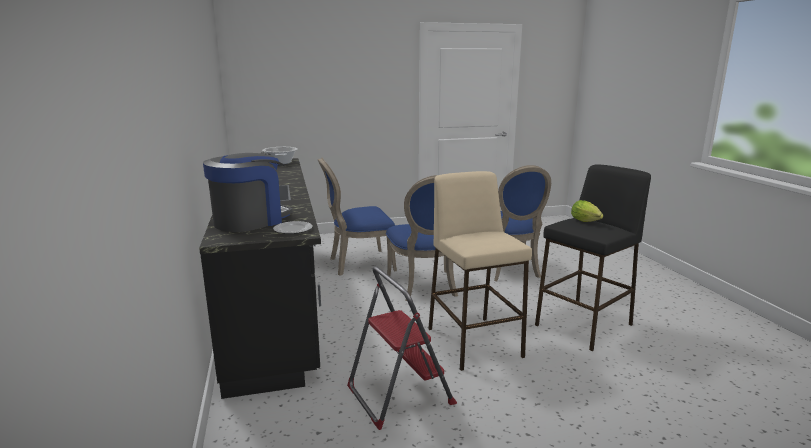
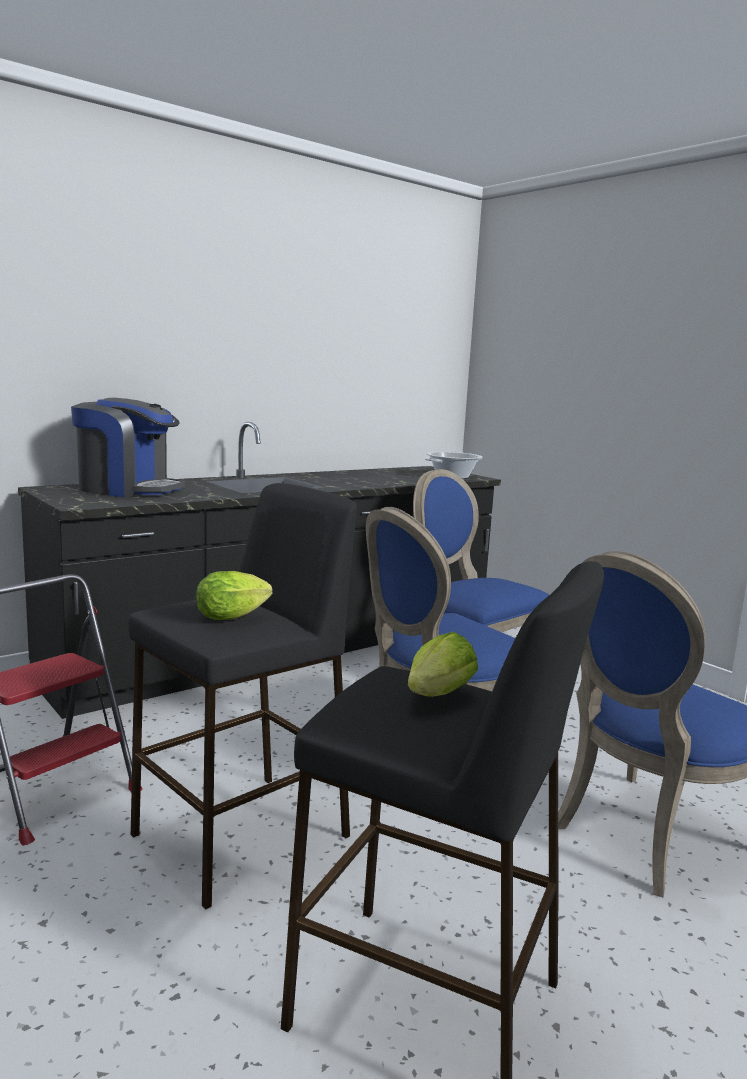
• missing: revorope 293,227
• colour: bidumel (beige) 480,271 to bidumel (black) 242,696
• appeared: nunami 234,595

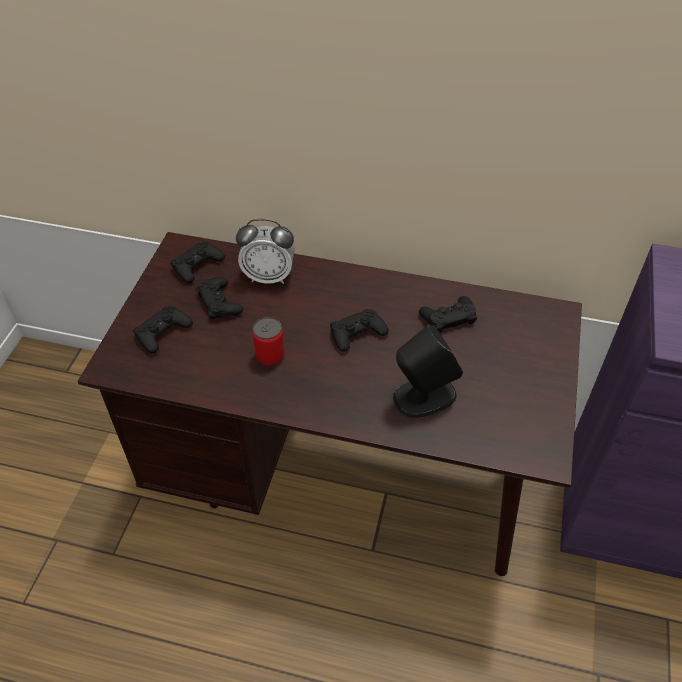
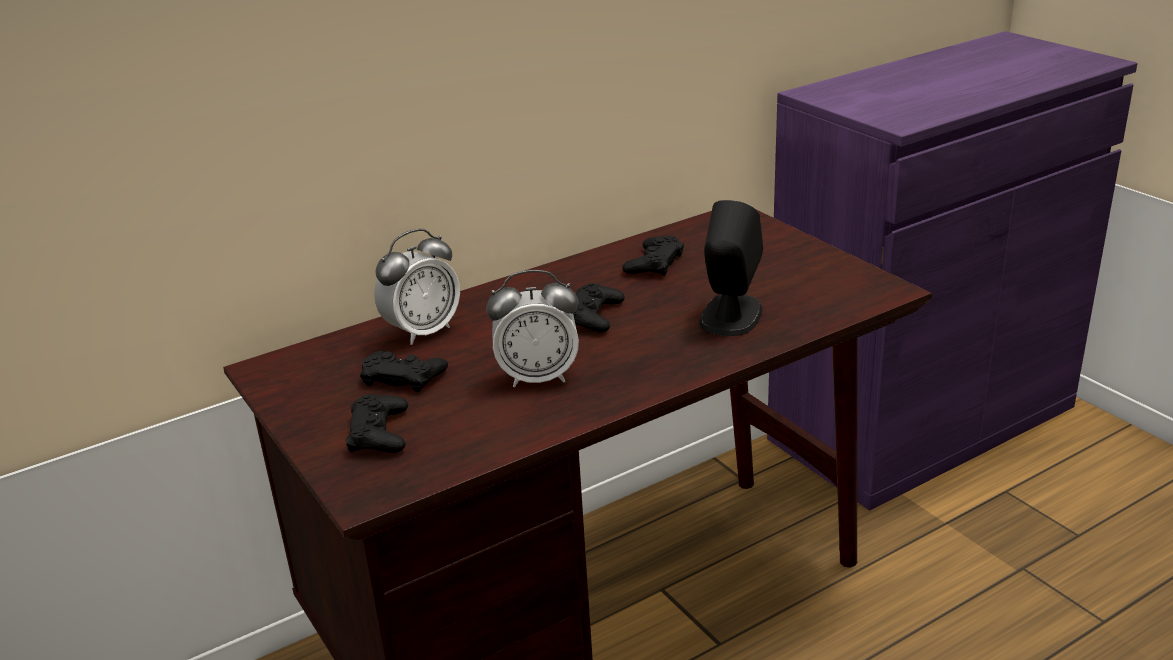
• missing: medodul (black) 197,262
• exchanged: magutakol 269,341 to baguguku 532,328

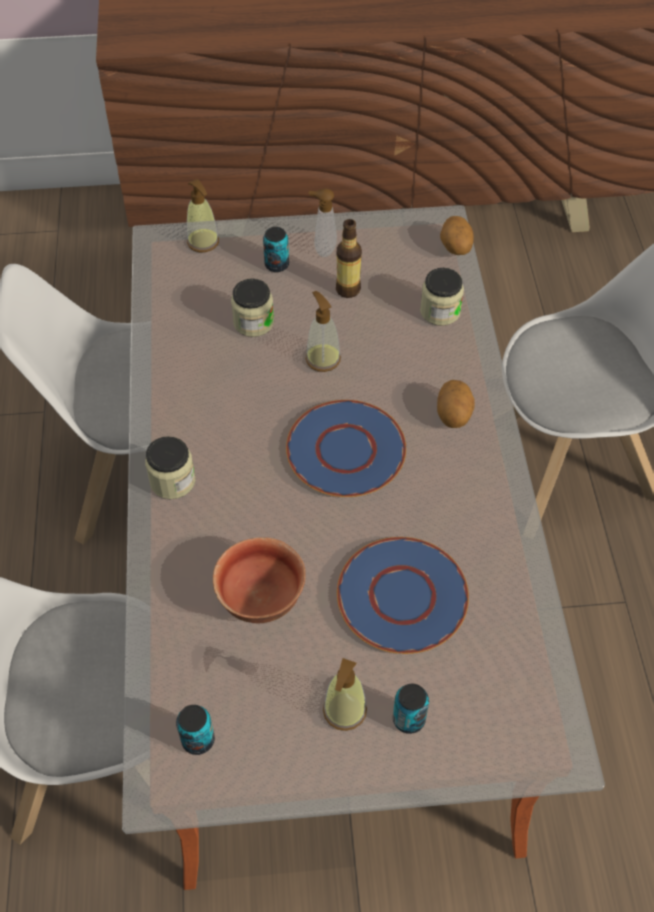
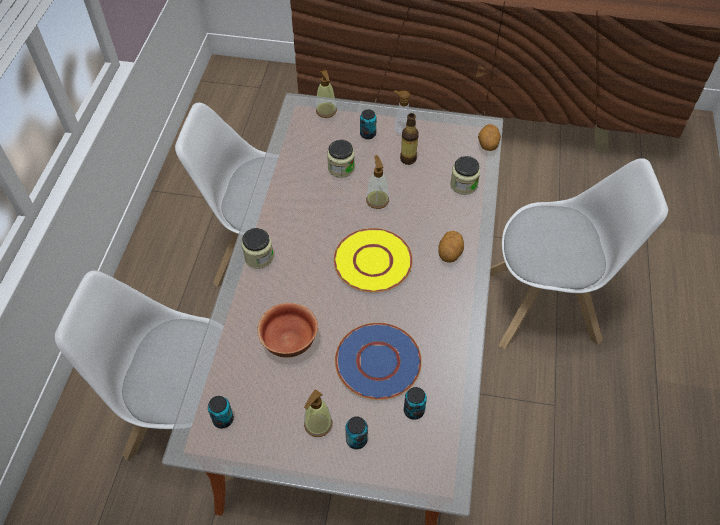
• colour: revorope (blue) 346,448 to revorope (yellow) 373,260
• appeared: magutakol 415,403

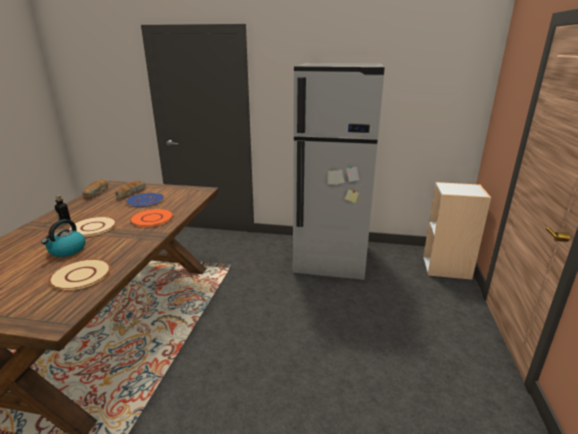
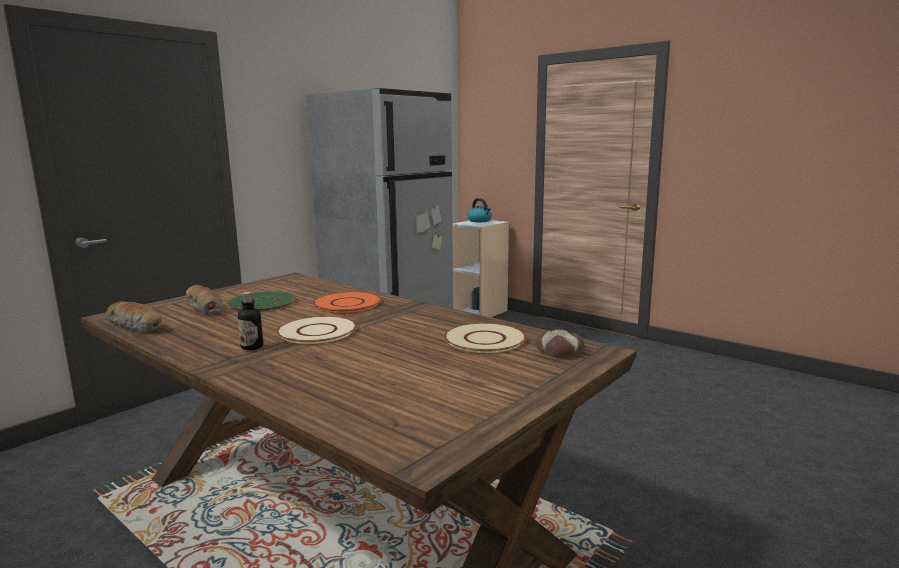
• relocated: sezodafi 63,238 to 479,210
• colour: revorope (blue) 145,200 to revorope (green) 261,301
• appeared: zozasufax 560,343

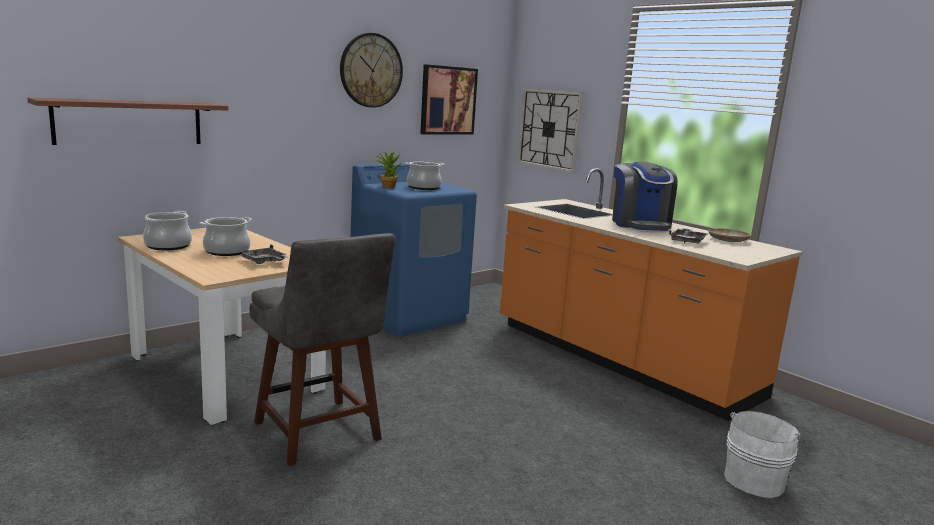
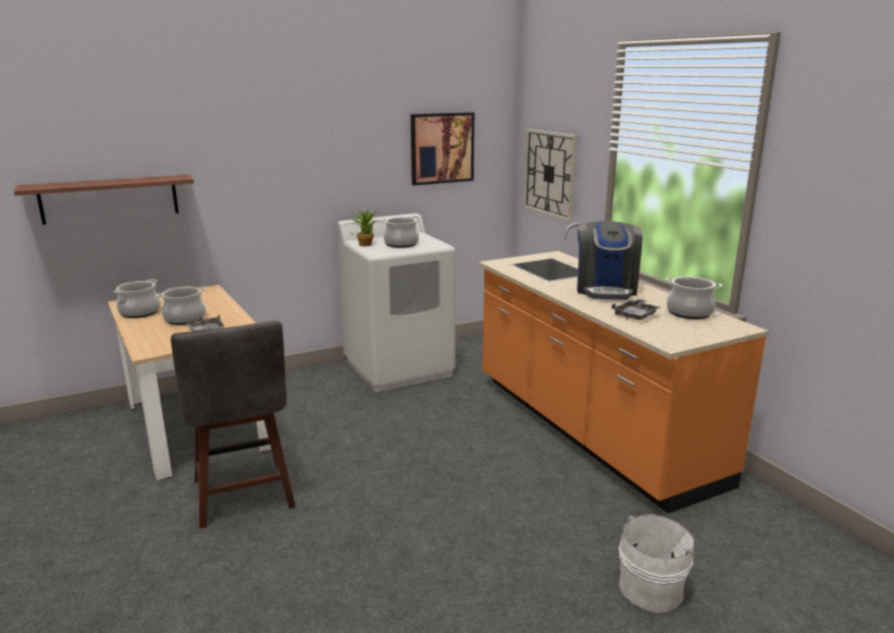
• missing: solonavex 371,70
• colour: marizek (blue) 414,250 to marizek (white) 396,302
• exchanged: revorope (beige) 730,235 to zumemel 694,298

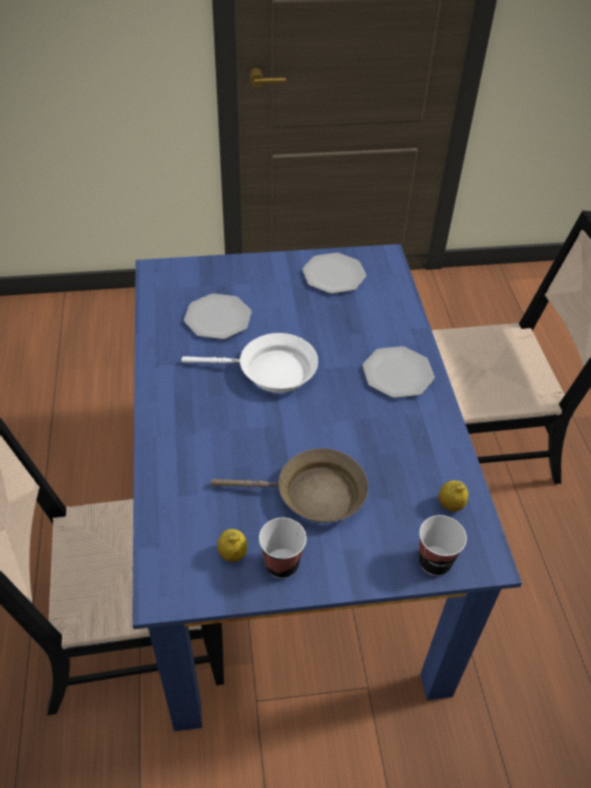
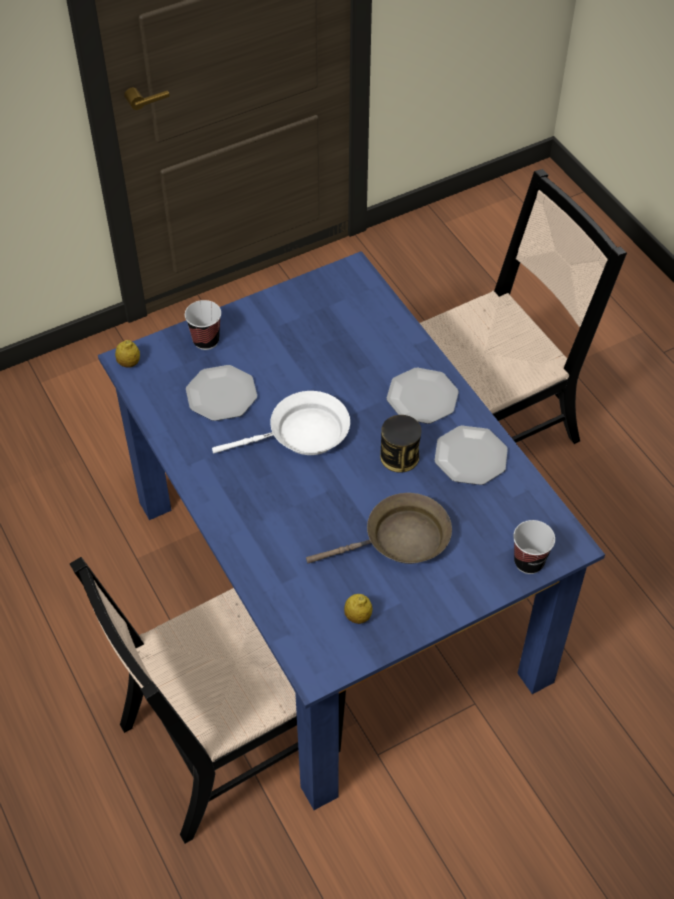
• relocated: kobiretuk 283,548 to 203,325
• relocated: revorope 334,273 to 471,455
• relocated: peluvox 453,496 to 127,354
• appeared: magutakol 401,444

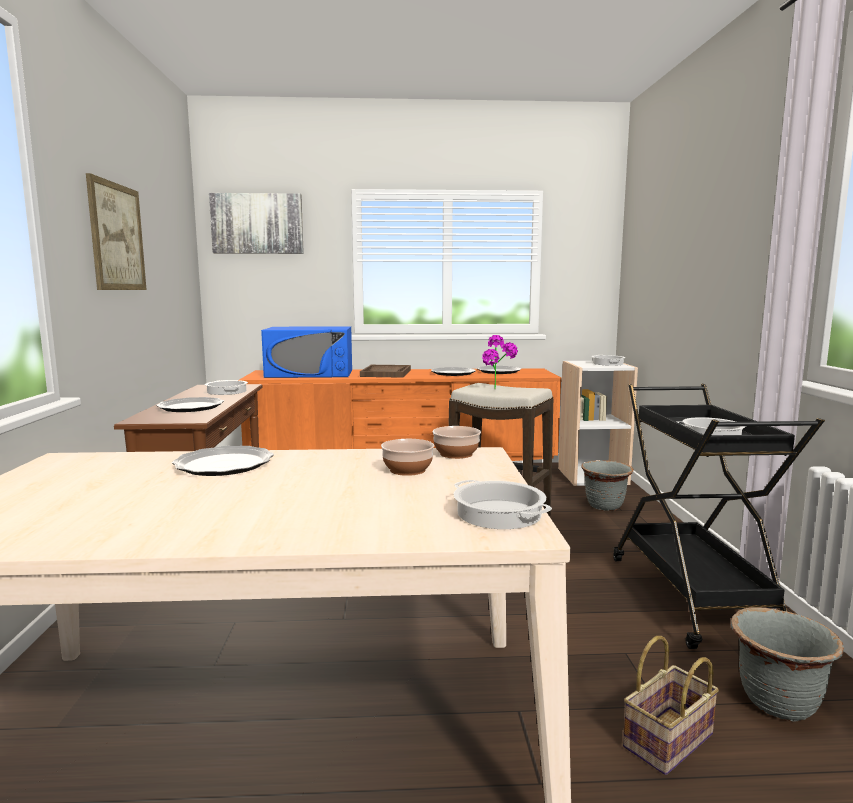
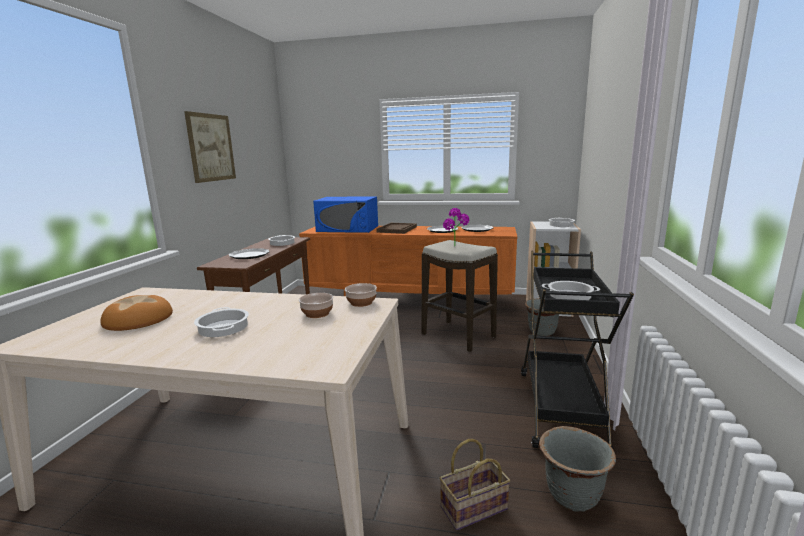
• missing: revorope 223,461
• missing: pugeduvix 256,223
• relocated: zumemel 503,504 to 221,322
• appeared: zozasufax 137,313

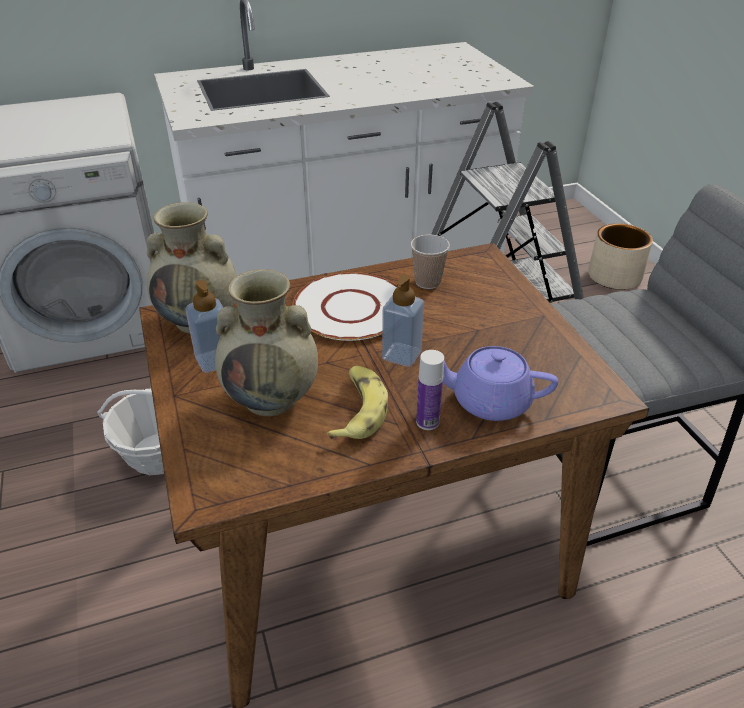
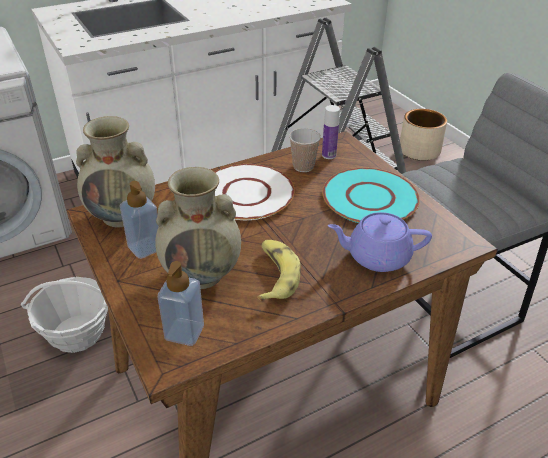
• relocated: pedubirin 403,321 to 181,303
• relocated: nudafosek 430,390 to 331,132
• appeared: revorope (turquoise) 371,195

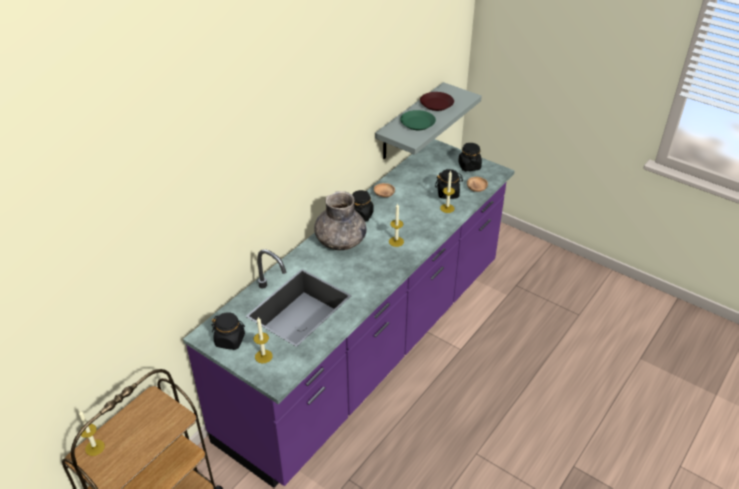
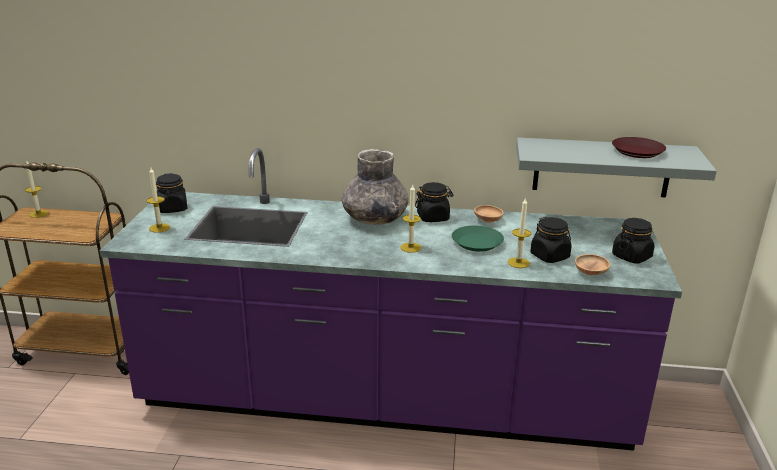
• relocated: revorope (green) 418,120 to 477,239

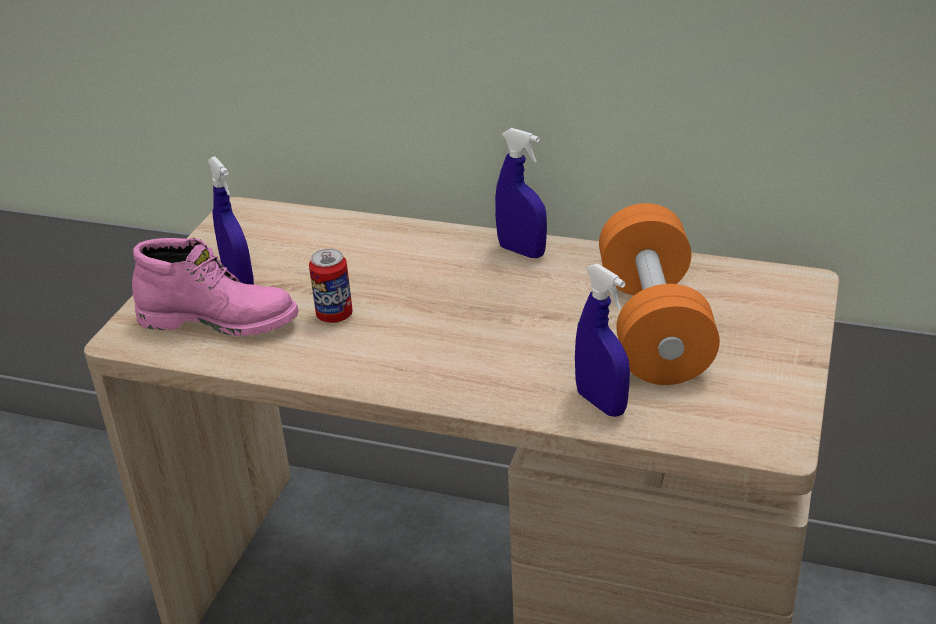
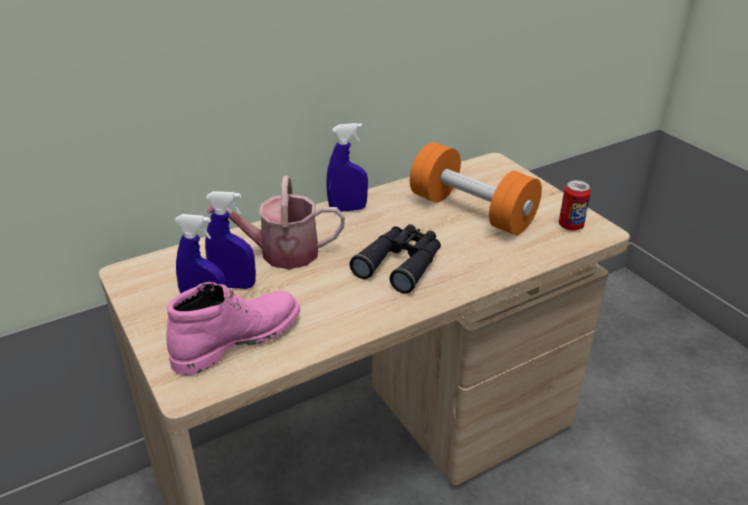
• relocated: magutakol 331,286 to 575,205
• relocated: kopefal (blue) 602,340 to 230,240
• appeared: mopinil 276,222
• appeared: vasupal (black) 395,259

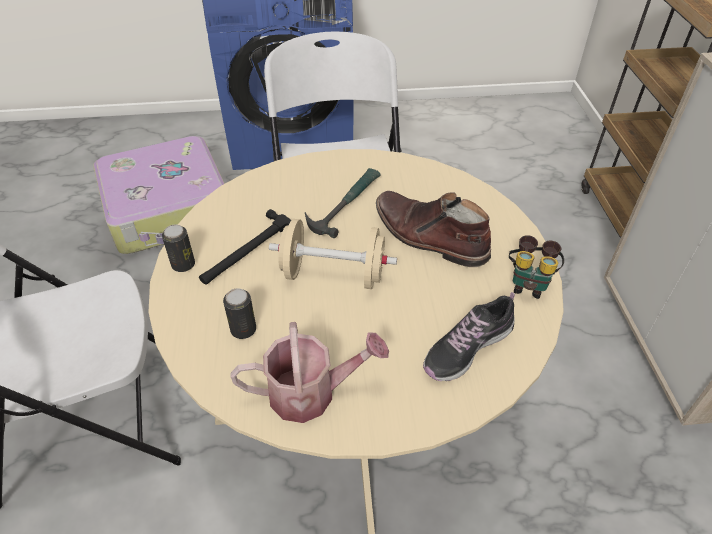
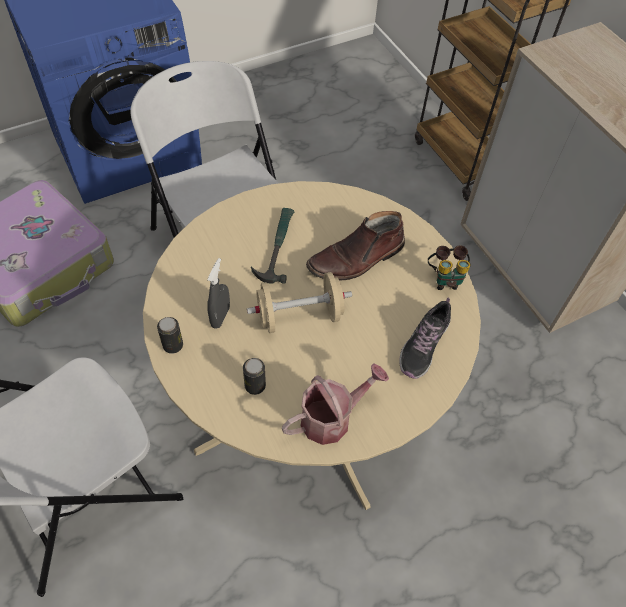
• exchanged: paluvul 245,247 to kopefal (grey) 218,293
• spun: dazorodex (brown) 433,229 = 355,245 45 degrees counterclockwise

